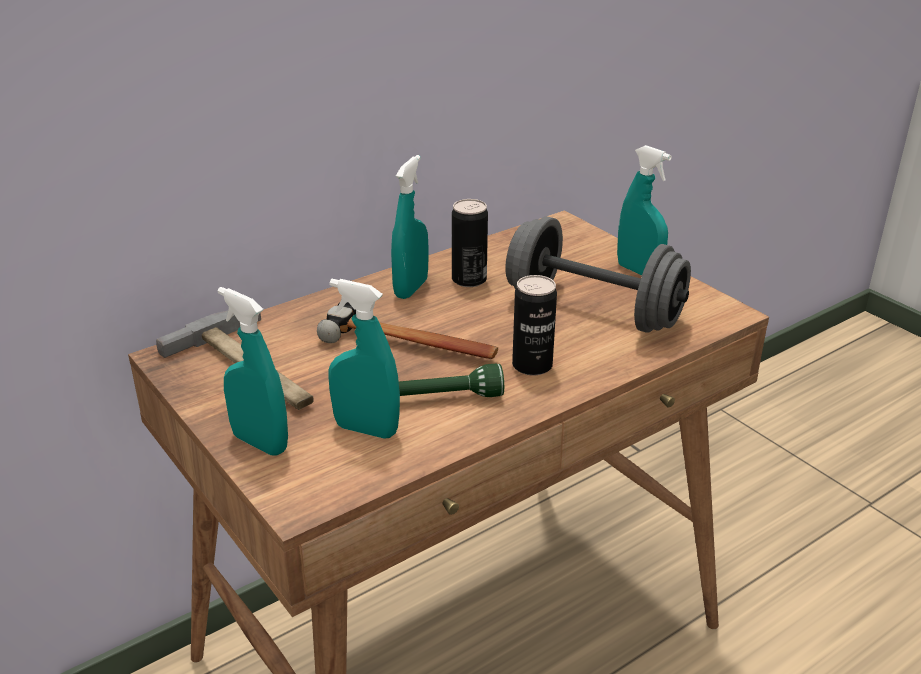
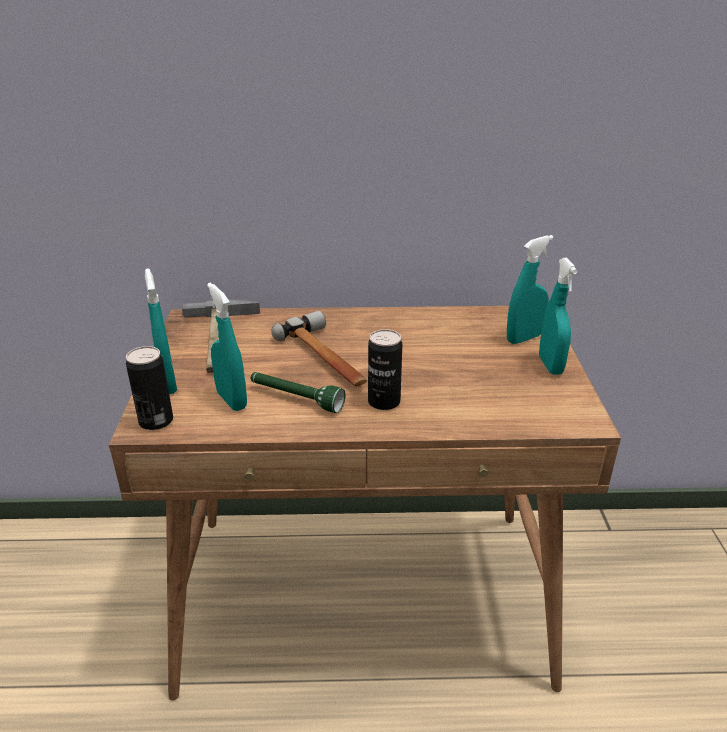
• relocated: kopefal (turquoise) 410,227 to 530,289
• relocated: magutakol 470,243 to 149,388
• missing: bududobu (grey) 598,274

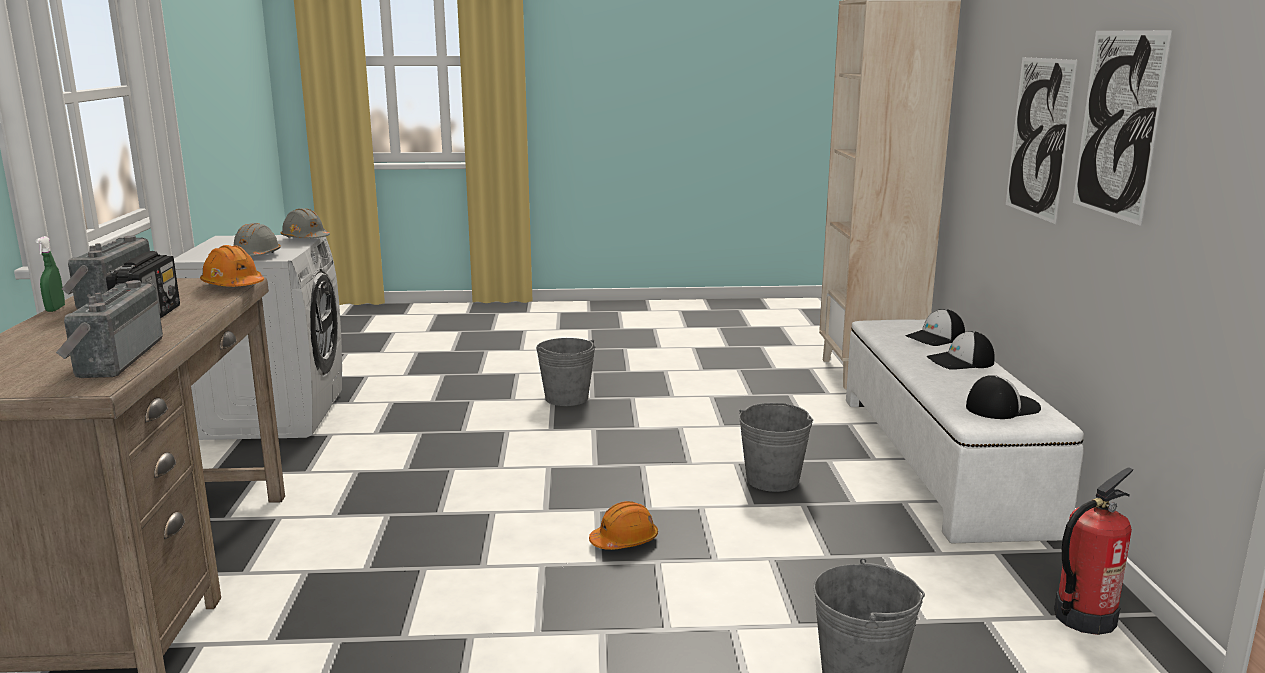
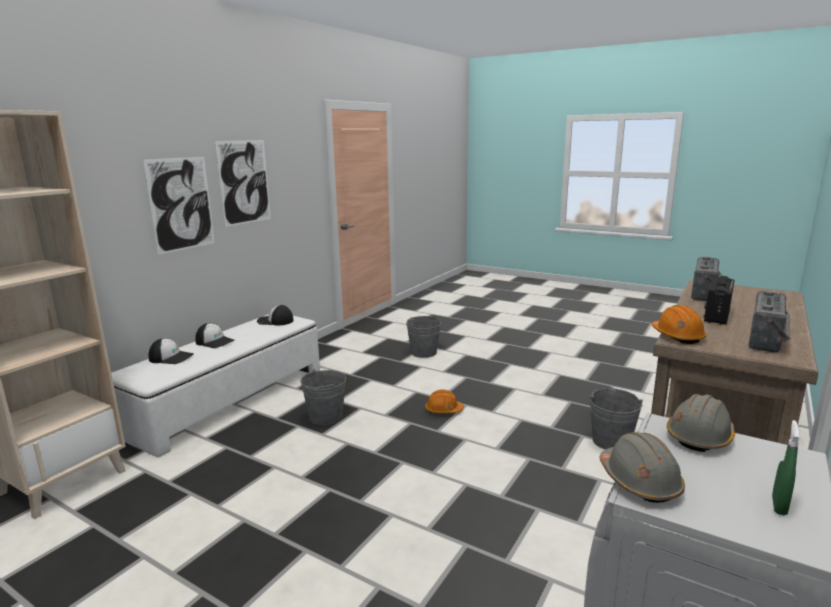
• relocated: kopefal (green) 50,274 to 786,468
• relocated: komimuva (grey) 566,372 to 616,419
• missing: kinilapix 1093,551

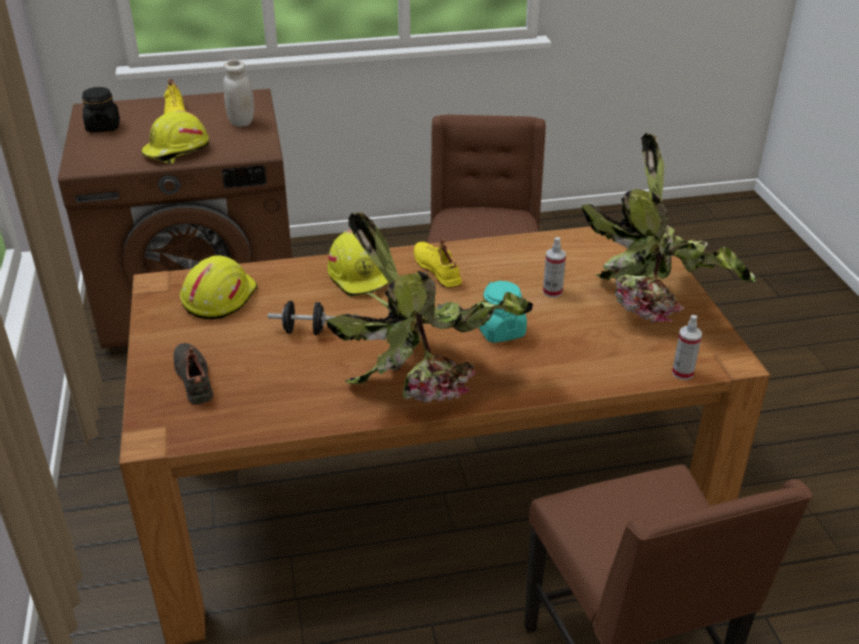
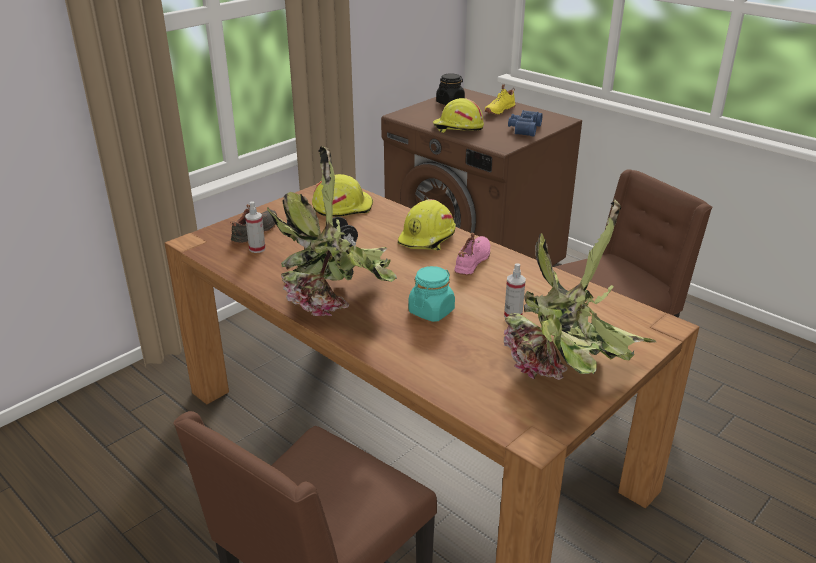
• exchanged: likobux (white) 238,93 to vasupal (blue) 525,123
• colour: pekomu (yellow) 438,263 to pekomu (pink) 472,254
• relocated: kopefal 687,347 to 255,227

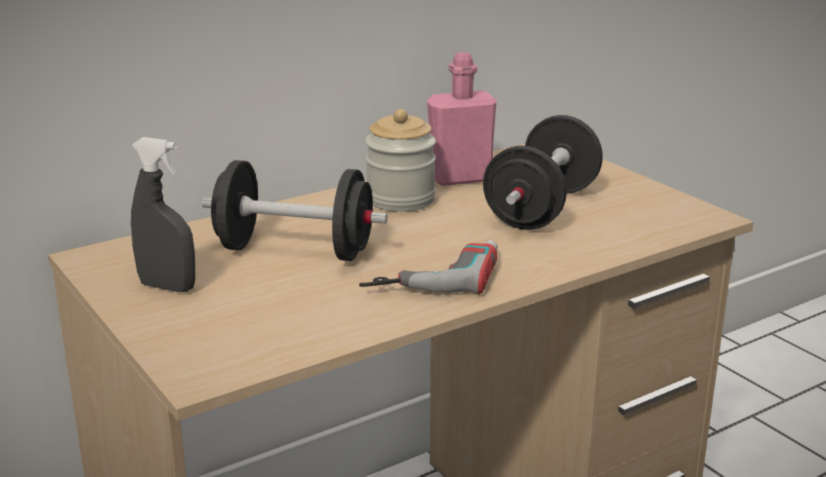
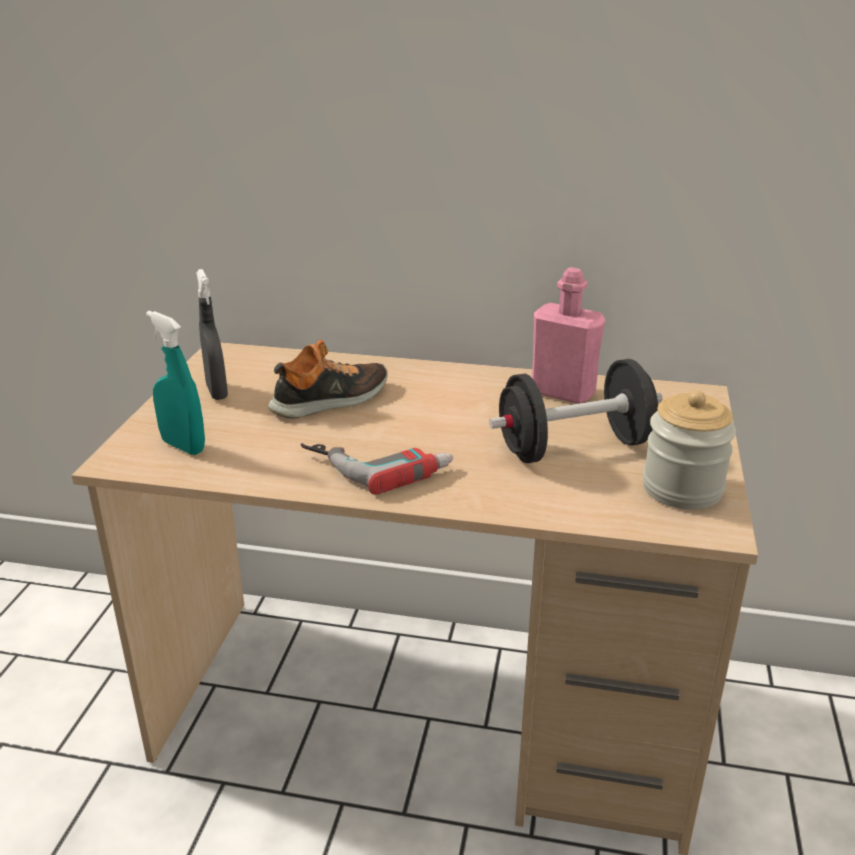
• exchanged: bududobu (black) 295,210 to pekomu 328,379
• relocated: likobux 400,160 to 689,450
• appeared: kopefal (turquoise) 175,383

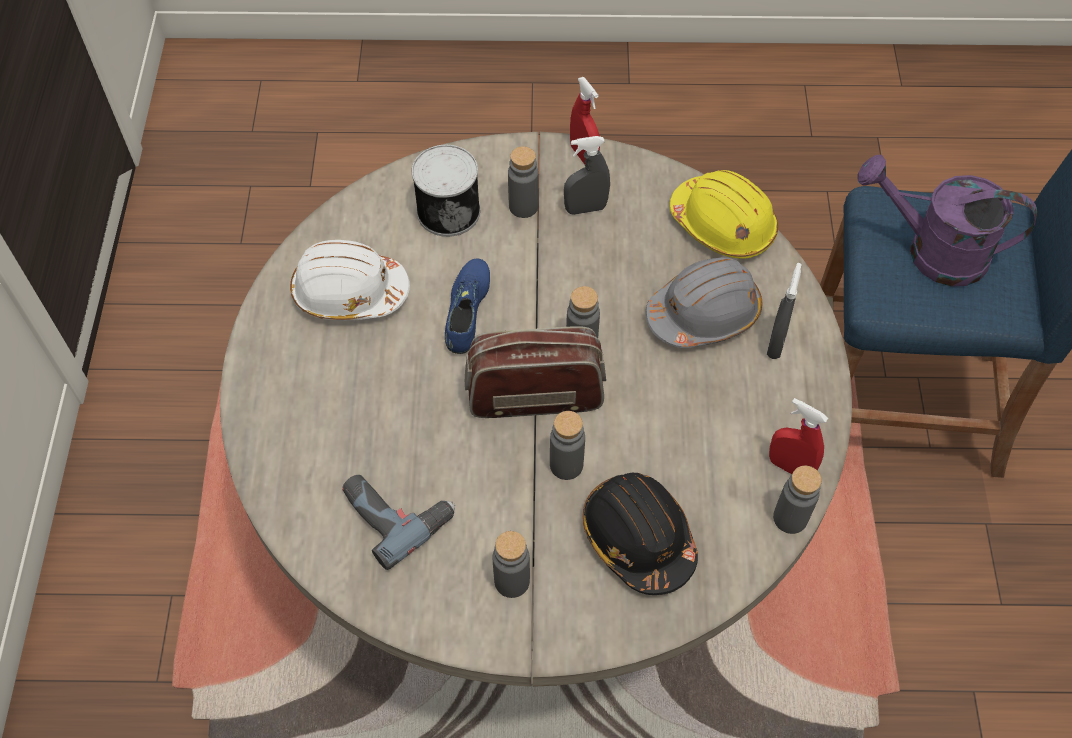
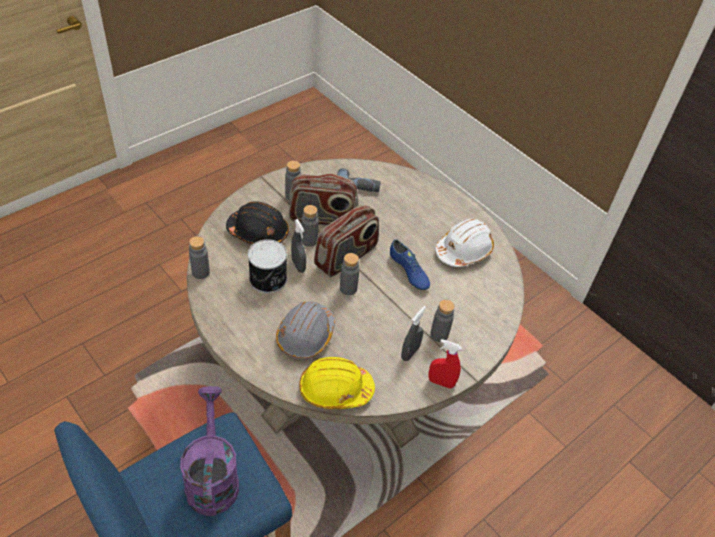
• relocated: magutakol 446,191 to 267,266
• relocated: kopefal (grey) 784,311 to 298,246
• missing: kopefal (red) 798,436
• spun: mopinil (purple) 947,220 = 209,451 75 degrees counterclockwise
• appeared: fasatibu 323,199

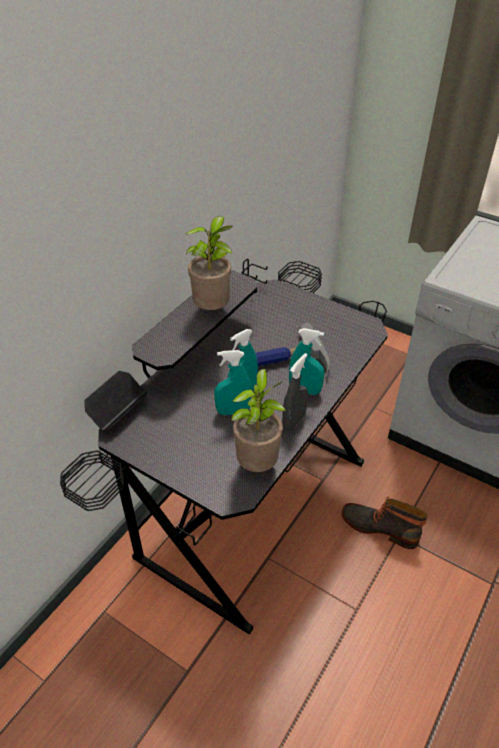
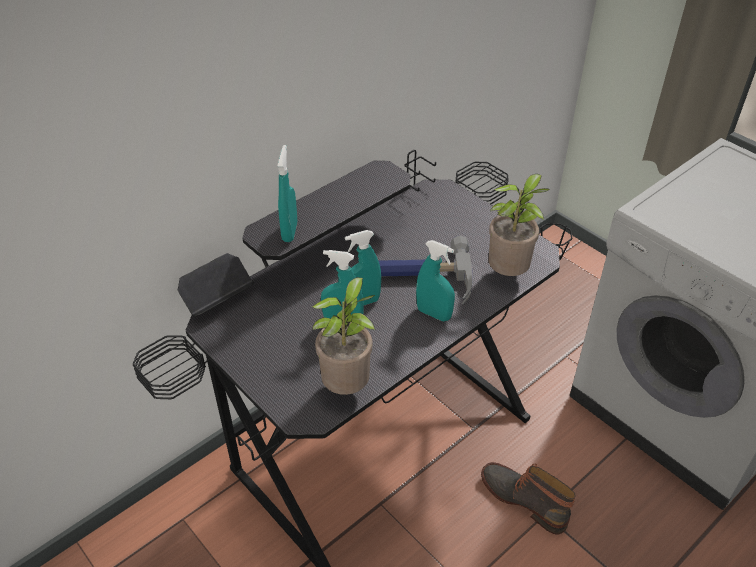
• relocated: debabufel 209,263 to 519,225
• missing: kopefal (grey) 295,392
• appeared: kopefal (turquoise) 287,193

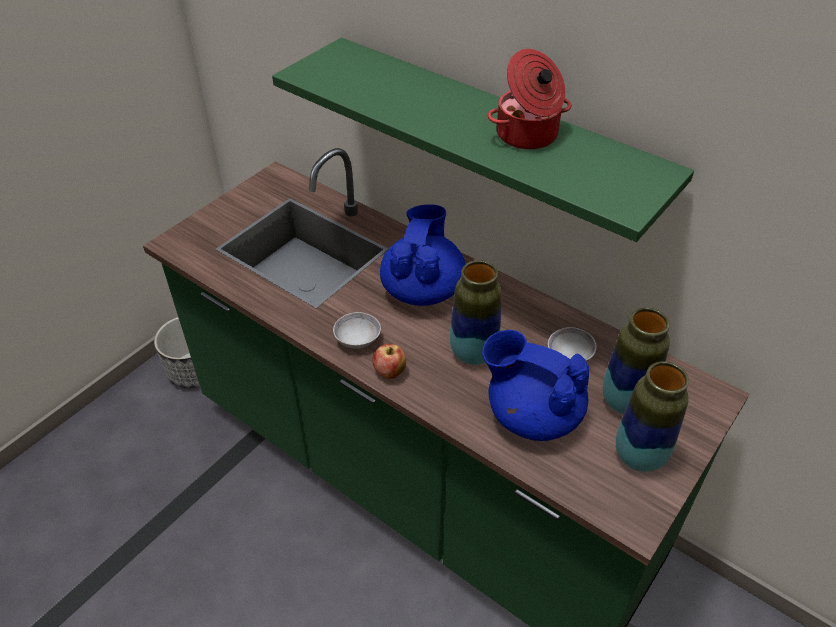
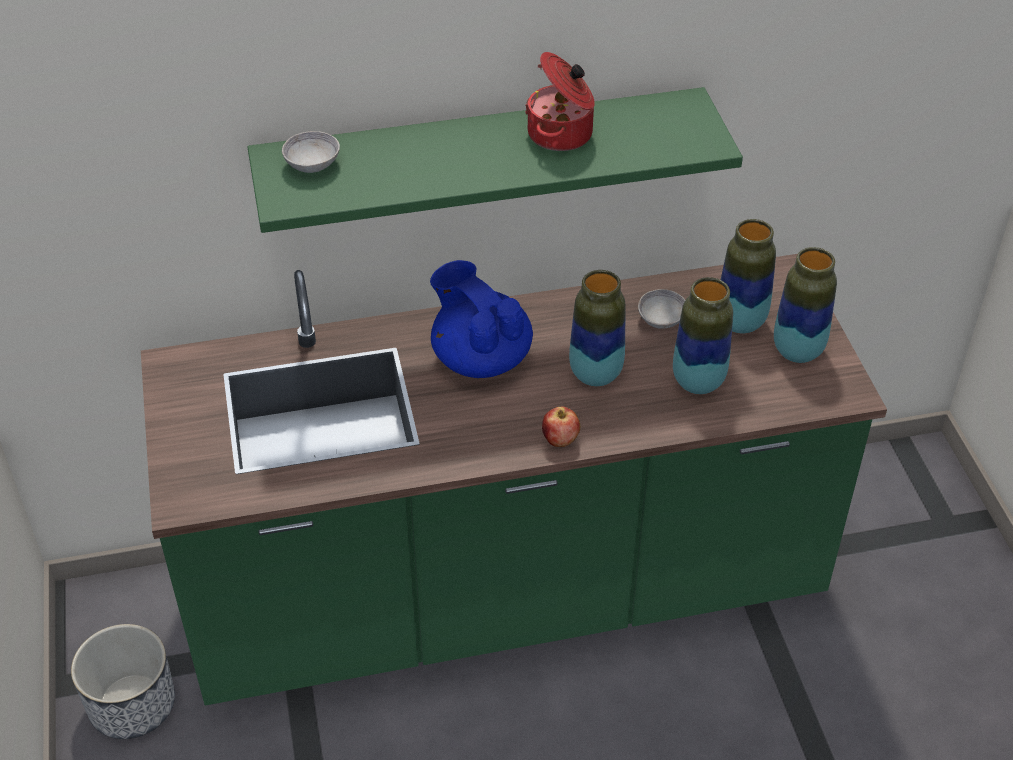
• relocated: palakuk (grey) 357,330 to 311,152
• exchanged: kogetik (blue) 535,385 to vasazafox 703,335

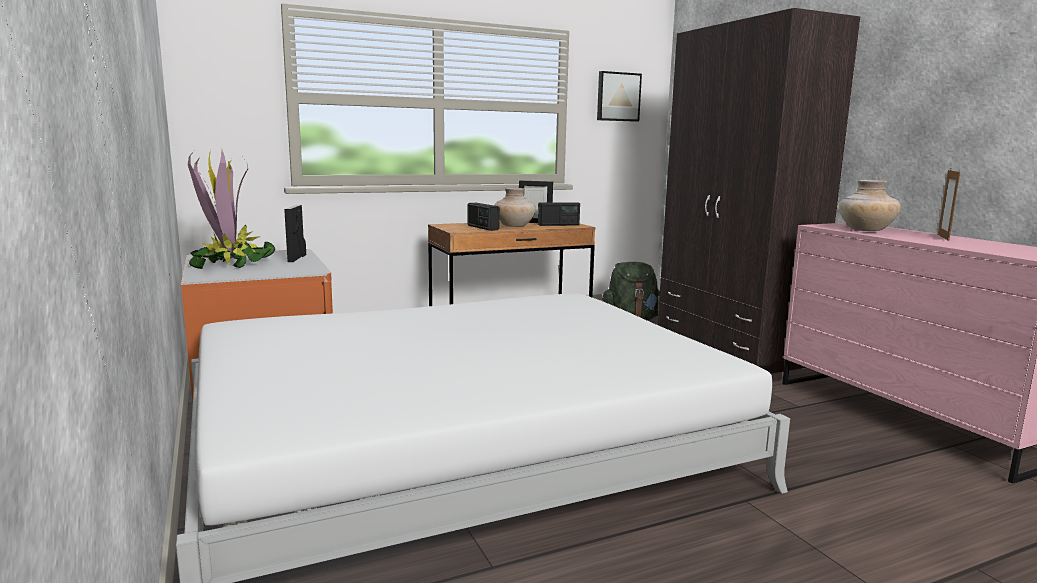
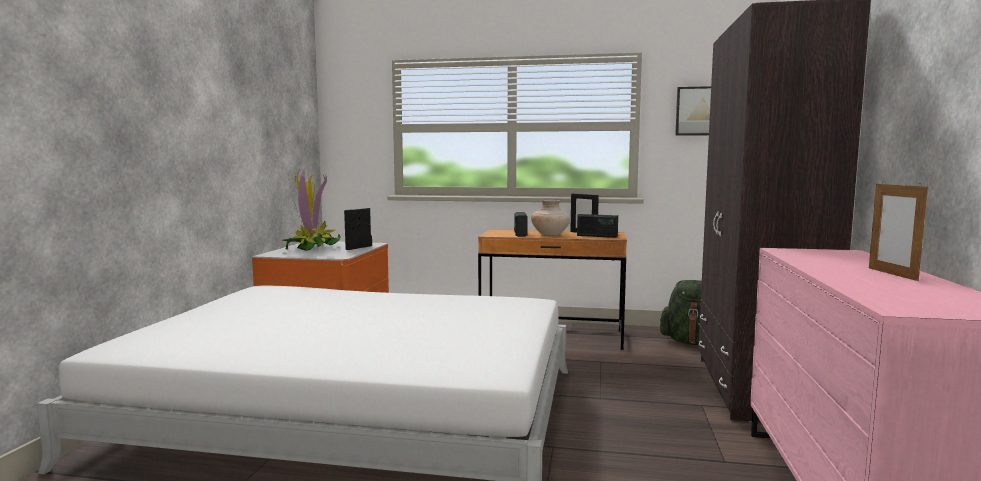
• missing: vasazafox (beige) 870,205
• spun: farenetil 949,205 = 898,231 60 degrees counterclockwise

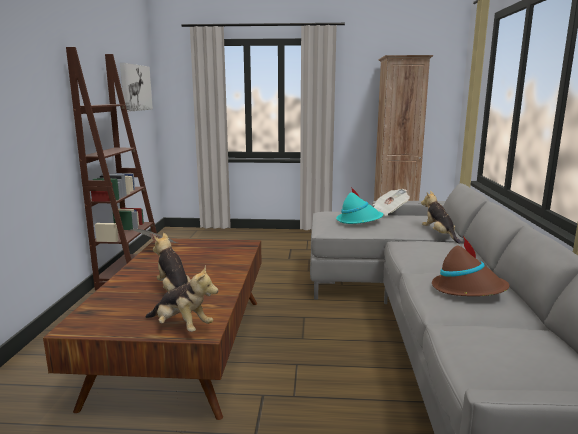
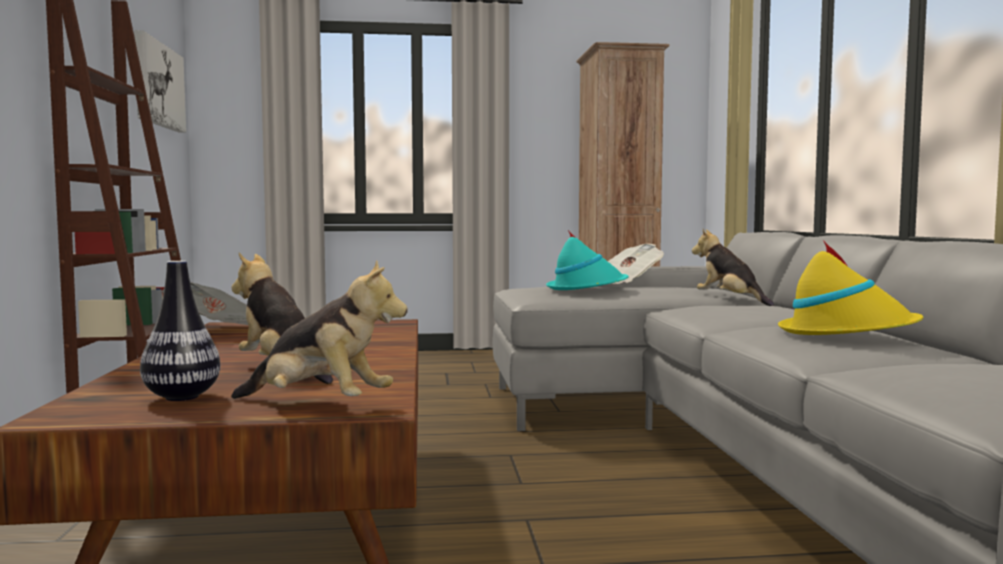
• colour: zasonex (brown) 471,266 to zasonex (yellow) 850,287
• appeared: vasazafox 180,331

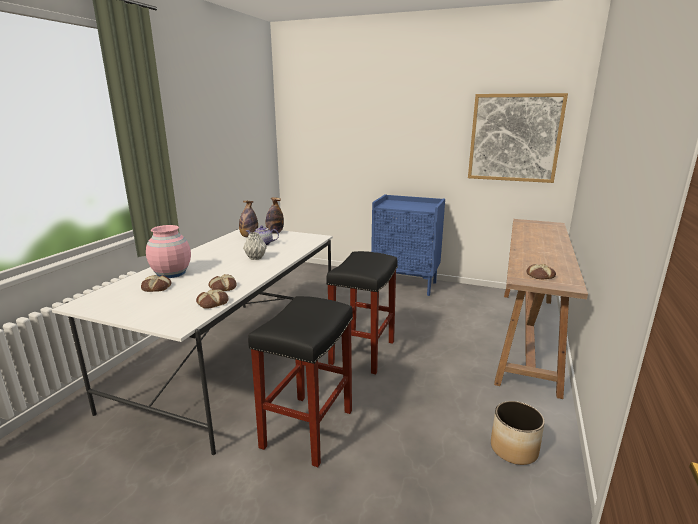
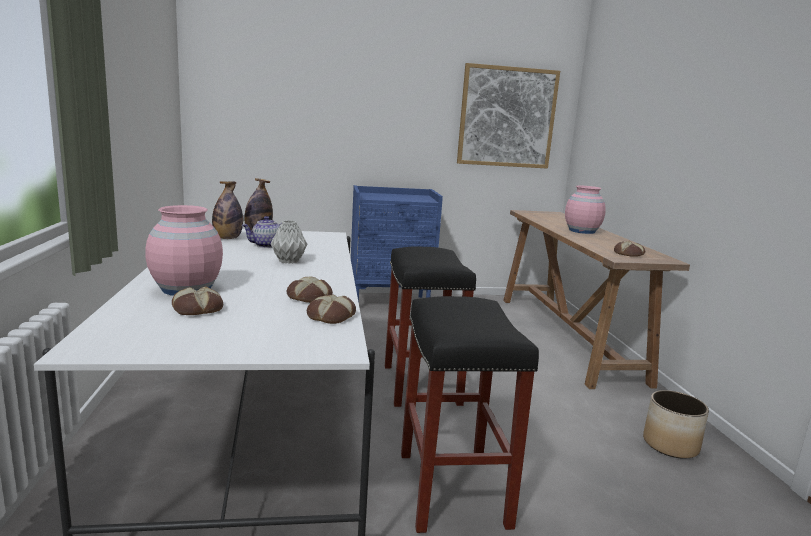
• appeared: vasazafox (pink) 585,210

